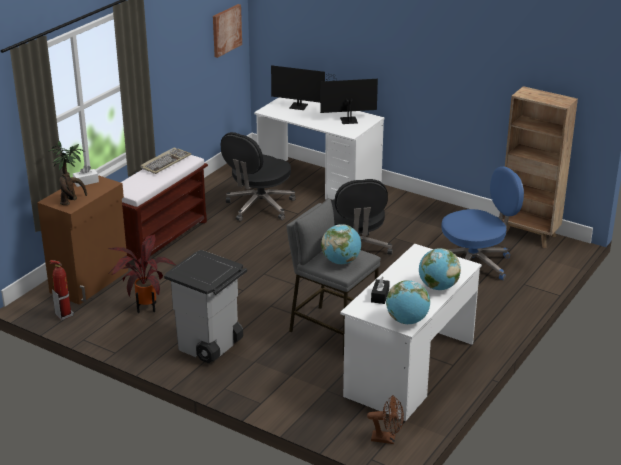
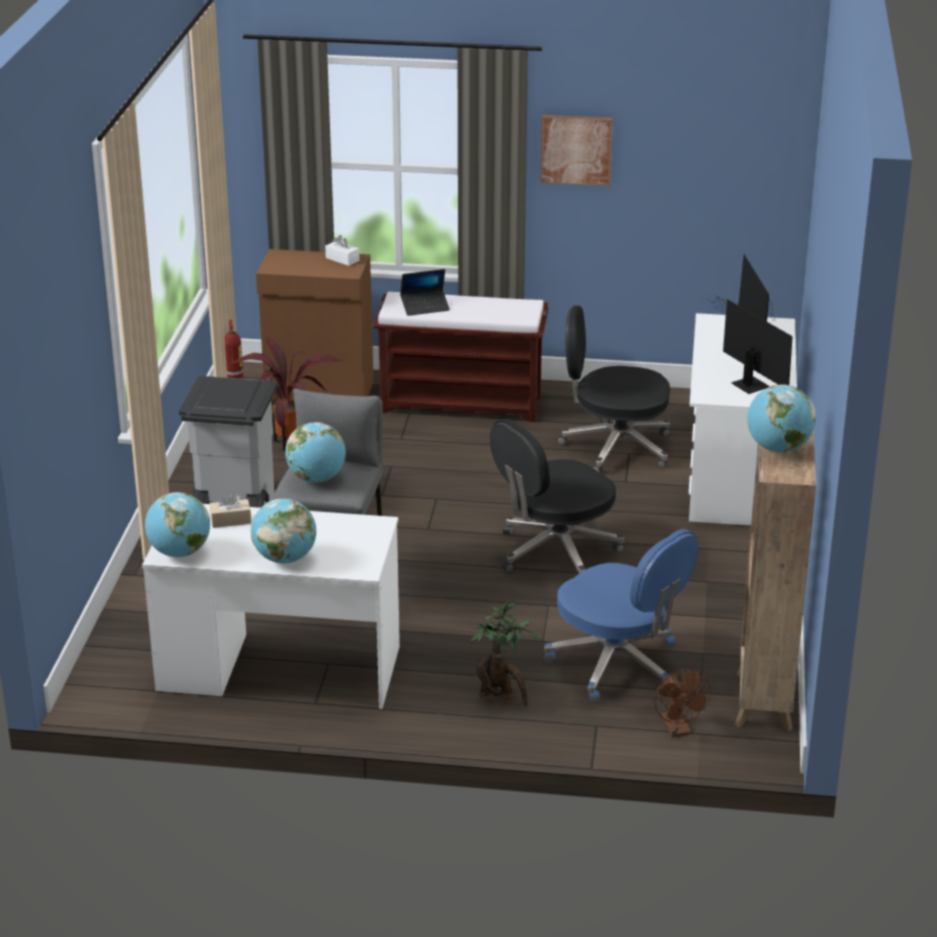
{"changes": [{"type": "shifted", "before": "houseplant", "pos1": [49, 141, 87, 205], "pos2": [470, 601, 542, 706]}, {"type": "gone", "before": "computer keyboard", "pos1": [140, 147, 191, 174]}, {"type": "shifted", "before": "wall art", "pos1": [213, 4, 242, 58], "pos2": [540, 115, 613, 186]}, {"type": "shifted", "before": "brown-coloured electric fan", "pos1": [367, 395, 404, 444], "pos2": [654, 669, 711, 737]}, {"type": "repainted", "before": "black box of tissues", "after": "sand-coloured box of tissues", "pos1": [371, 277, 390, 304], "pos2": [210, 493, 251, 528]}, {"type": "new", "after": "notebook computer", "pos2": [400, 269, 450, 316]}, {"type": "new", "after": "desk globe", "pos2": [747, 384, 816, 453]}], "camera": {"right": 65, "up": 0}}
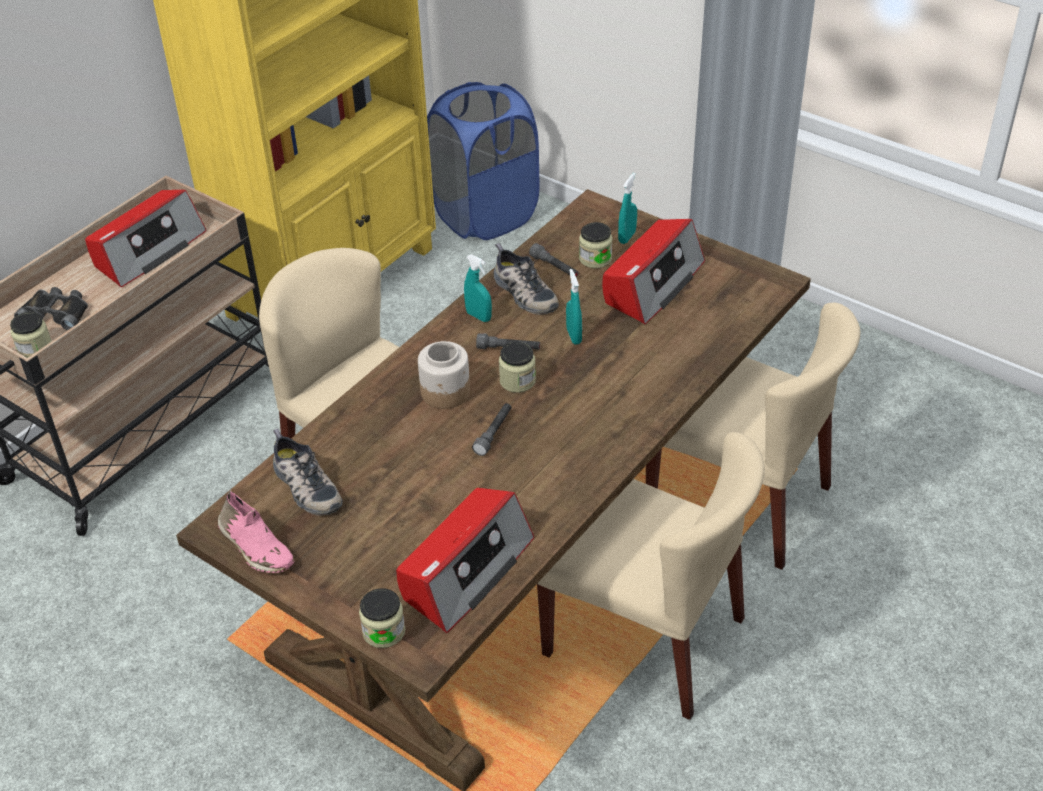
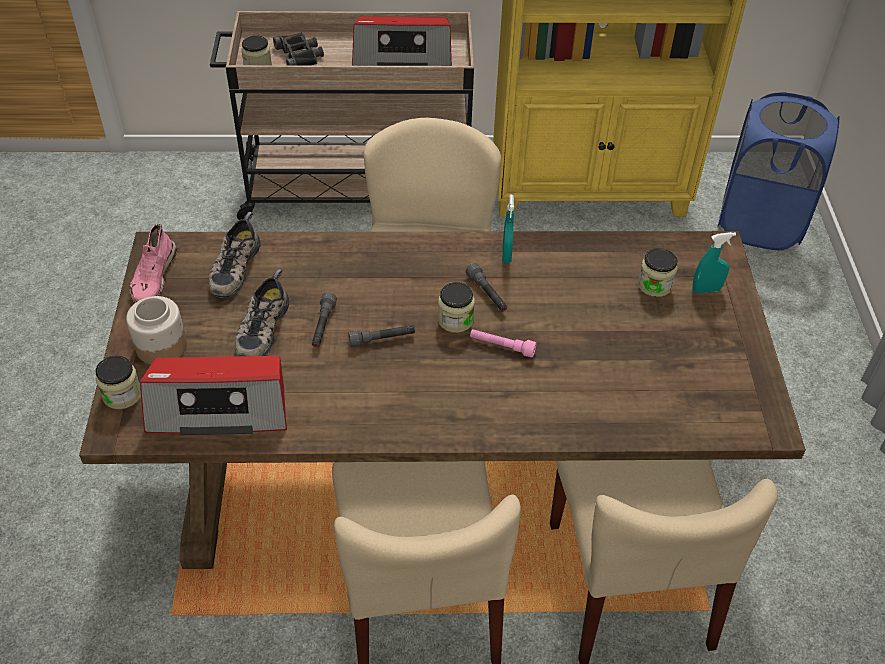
{"changes": [{"type": "shifted", "before": "preserve jar", "pos1": [418, 341, 470, 409], "pos2": [126, 296, 187, 365]}, {"type": "shifted", "before": "item of footwear", "pos1": [494, 243, 559, 315], "pos2": [235, 269, 290, 356]}, {"type": "shifted", "before": "gray torch", "pos1": [529, 243, 579, 277], "pos2": [312, 292, 337, 347]}, {"type": "gone", "before": "turquoise spray bottle", "pos1": [566, 269, 582, 345]}, {"type": "gone", "before": "radio receiver", "pos1": [602, 219, 705, 324]}, {"type": "new", "after": "pink torch", "pos2": [470, 329, 537, 358]}], "camera": {"right": 50, "up": 5}}
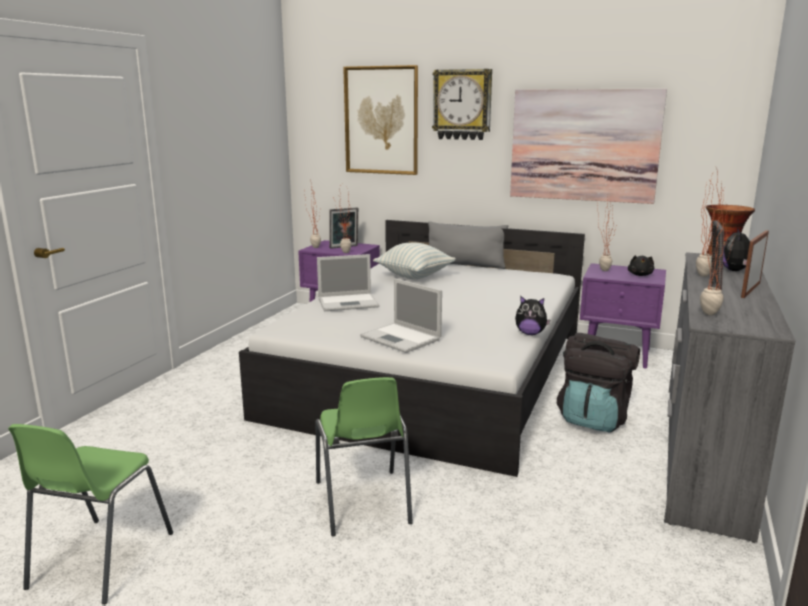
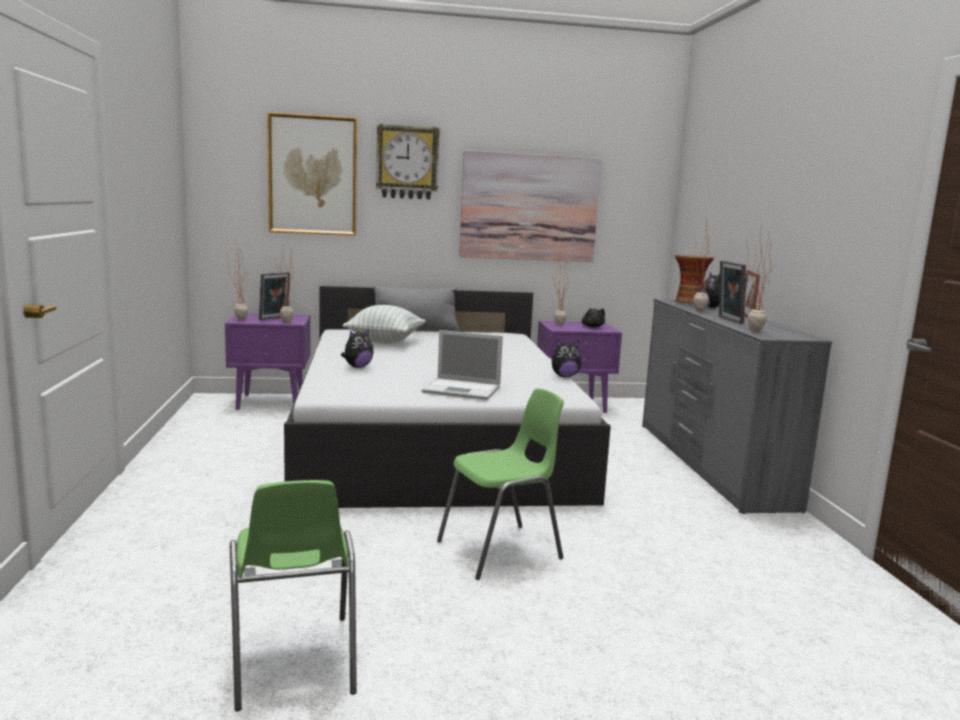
{"changes": [{"type": "rotated", "before": "green-coloured chair", "pos1": [315, 377, 413, 536], "pos2": [437, 388, 564, 580], "turn": -75}, {"type": "swapped", "before": "notebook computer", "after": "soft toy", "pos1": [317, 254, 379, 311], "pos2": [341, 329, 374, 368]}, {"type": "gone", "before": "black rucksack", "pos1": [557, 333, 640, 433]}], "camera": {"right": -30, "up": -5}}
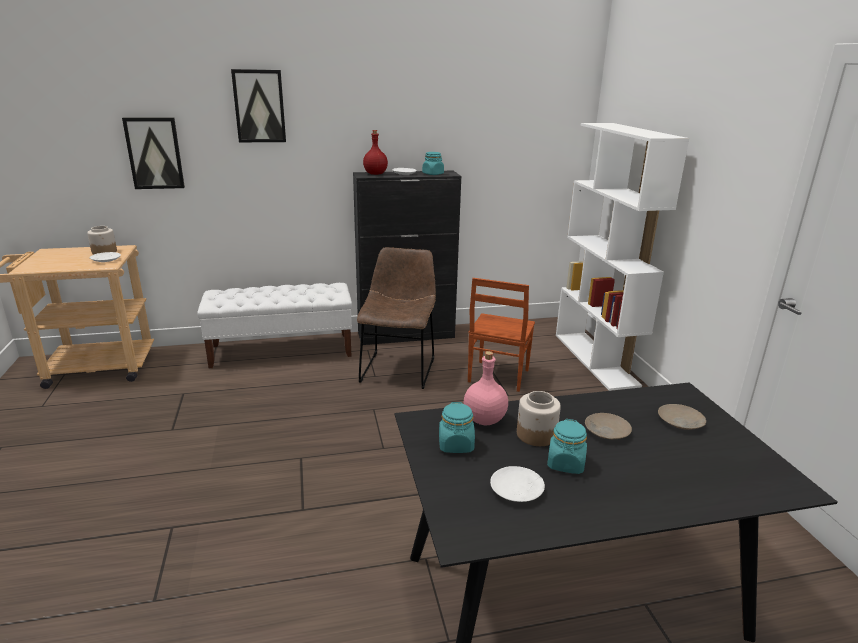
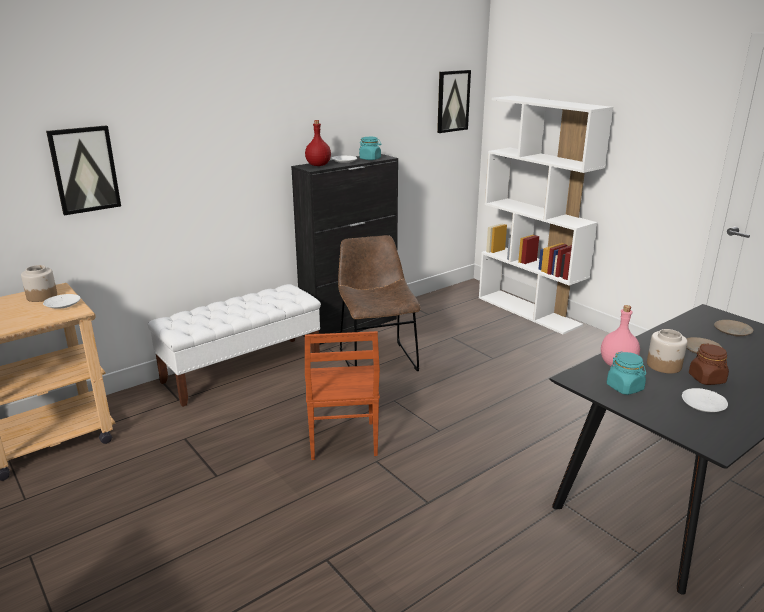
{"changes": [{"type": "shifted", "before": "wall art", "pos1": [231, 69, 286, 142], "pos2": [437, 70, 471, 133]}, {"type": "shifted", "before": "brown-coloured chair", "pos1": [468, 278, 535, 392], "pos2": [305, 331, 380, 460]}, {"type": "repainted", "before": "turquoise preserve jar", "after": "brown-coloured preserve jar", "pos1": [547, 419, 587, 474], "pos2": [689, 344, 729, 385]}], "camera": {"right": -25, "up": 0}}
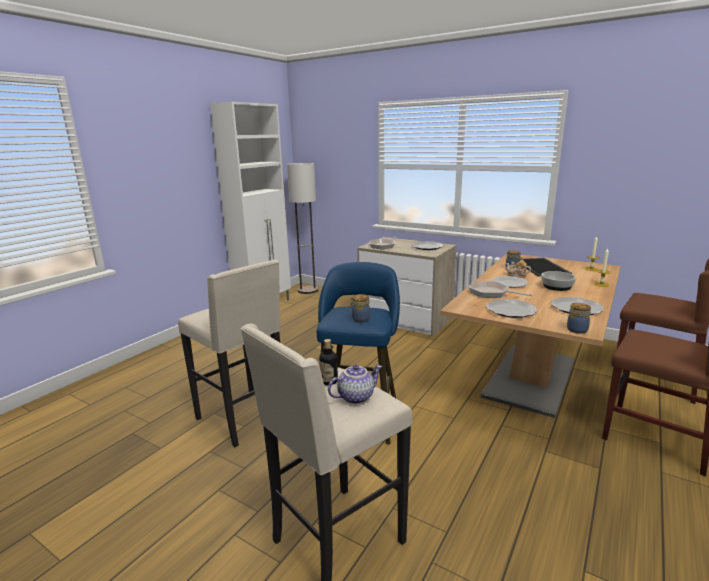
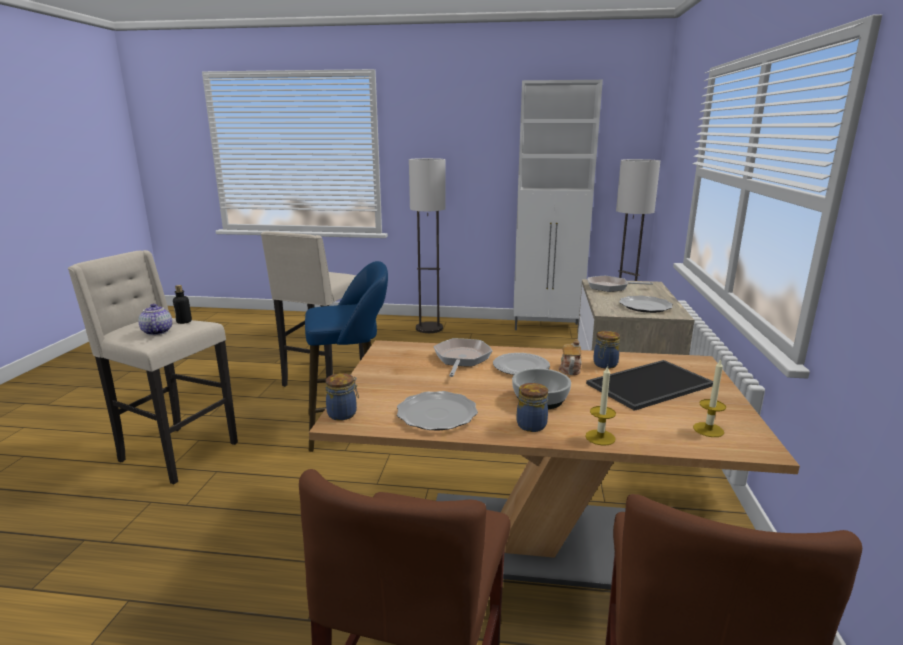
{"changes": [{"type": "rotated", "before": "pot for tea", "pos1": [328, 365, 382, 404], "pos2": [138, 304, 172, 335], "turn": -150}, {"type": "shifted", "before": "preserve jar", "pos1": [350, 294, 370, 322], "pos2": [517, 383, 548, 432]}, {"type": "gone", "before": "dinner plate", "pos1": [486, 299, 538, 318]}, {"type": "new", "after": "standard lamp", "pos2": [409, 158, 446, 333]}], "camera": {"right": 65, "up": 0}}
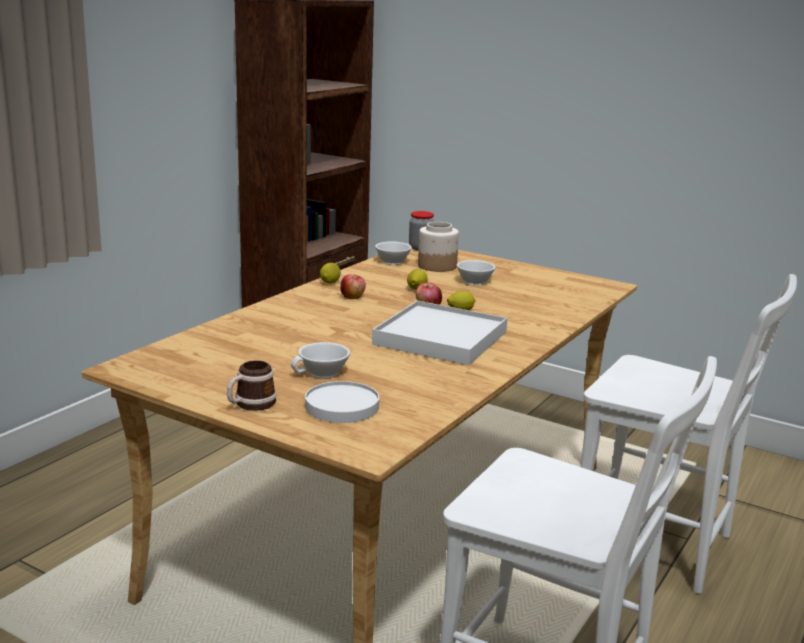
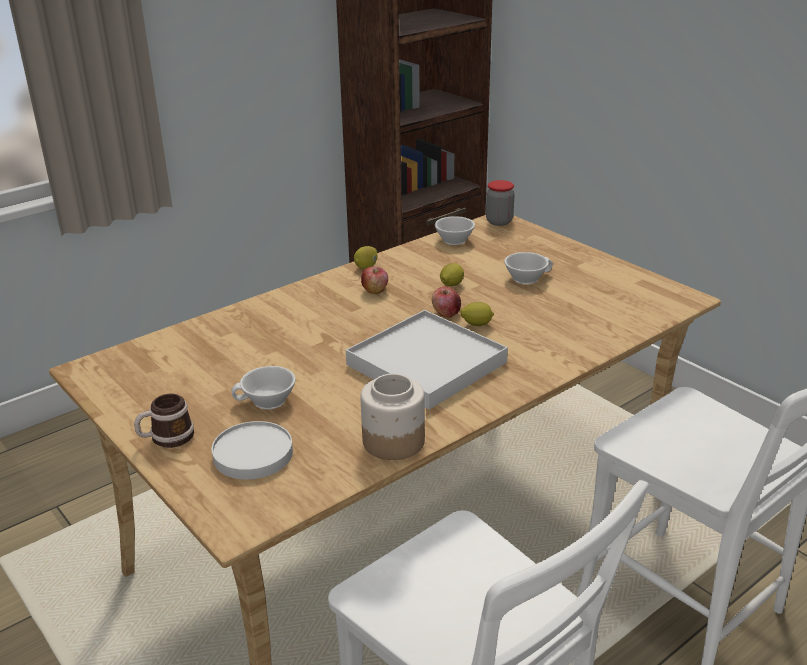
{"changes": [{"type": "shifted", "before": "preserve jar", "pos1": [418, 222, 459, 272], "pos2": [361, 374, 425, 460]}], "camera": {"right": 20, "up": 10}}
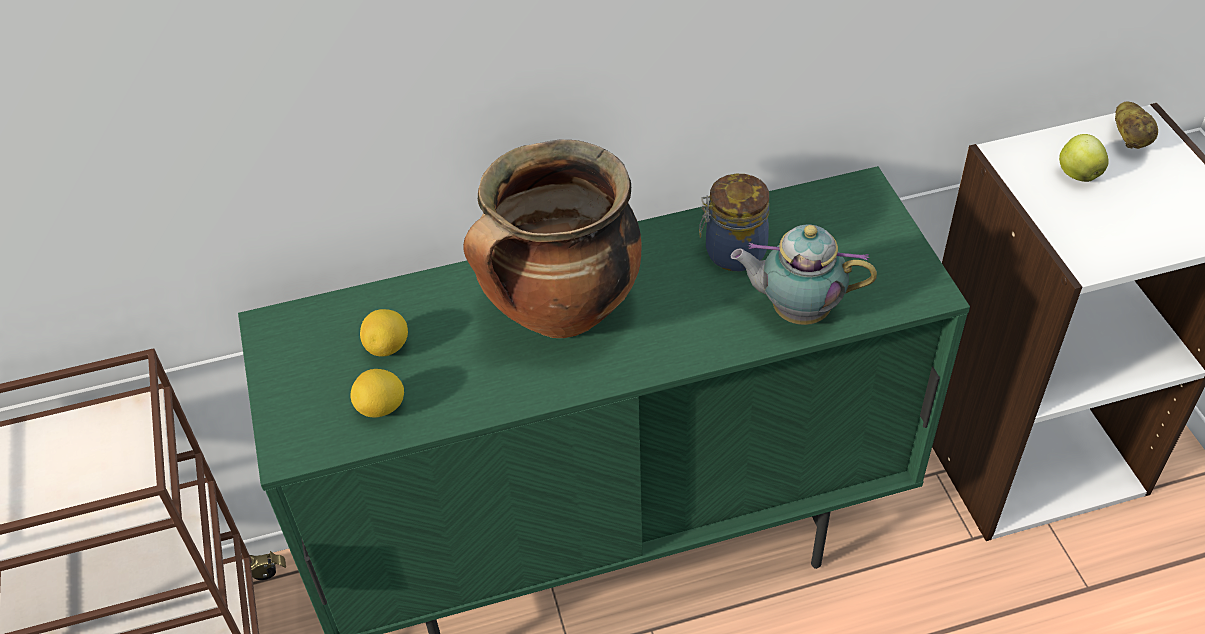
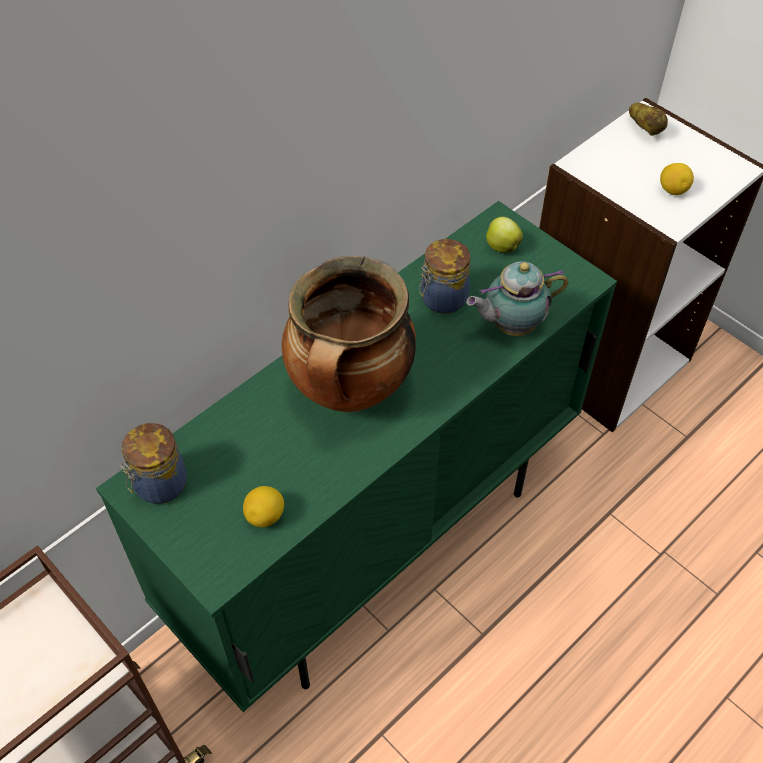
{"changes": [{"type": "shifted", "before": "whole lemon", "pos1": [360, 309, 408, 356], "pos2": [660, 163, 694, 195]}, {"type": "shifted", "before": "apple", "pos1": [1059, 134, 1109, 182], "pos2": [486, 217, 523, 253]}, {"type": "new", "after": "preserve jar", "pos2": [120, 423, 187, 504]}], "camera": {"right": -30, "up": 5}}
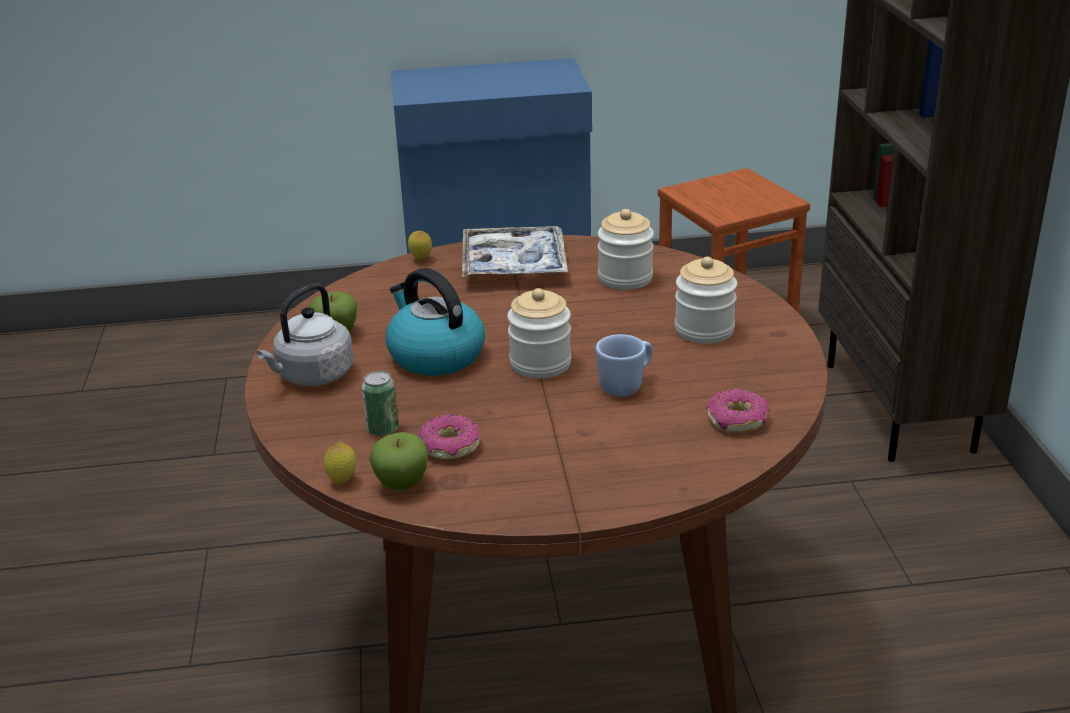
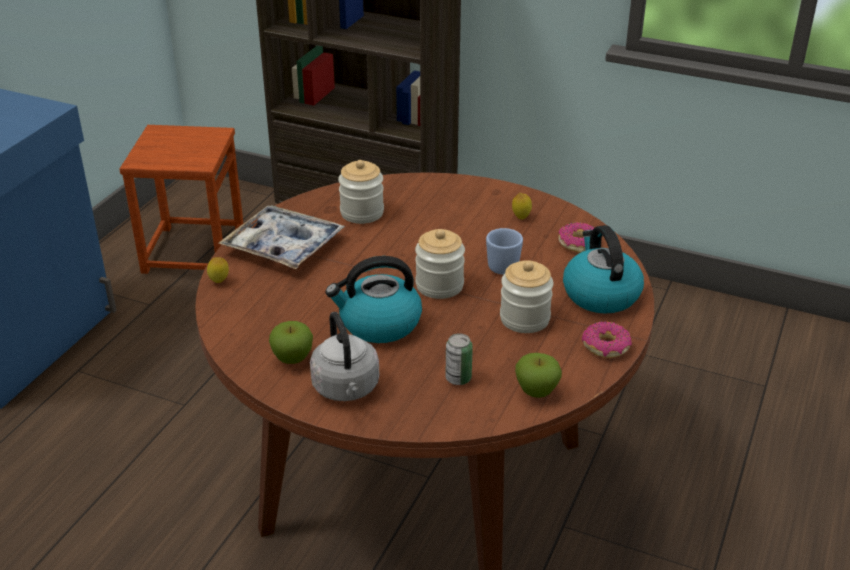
{"changes": [{"type": "shifted", "before": "whole lemon", "pos1": [324, 442, 356, 484], "pos2": [512, 193, 532, 220]}, {"type": "shifted", "before": "donut", "pos1": [418, 414, 480, 460], "pos2": [582, 321, 632, 358]}, {"type": "shifted", "before": "preserve jar", "pos1": [675, 257, 737, 344], "pos2": [500, 260, 553, 333]}, {"type": "new", "after": "kettle", "pos2": [563, 225, 644, 314]}], "camera": {"right": -60, "up": 5}}
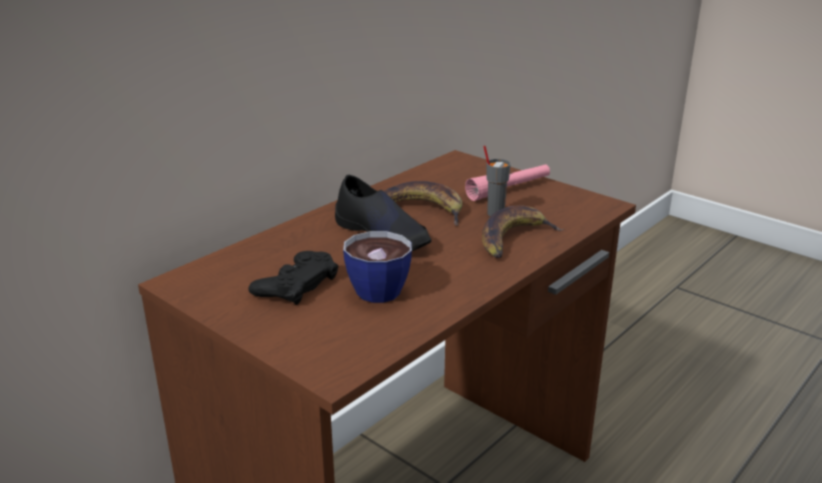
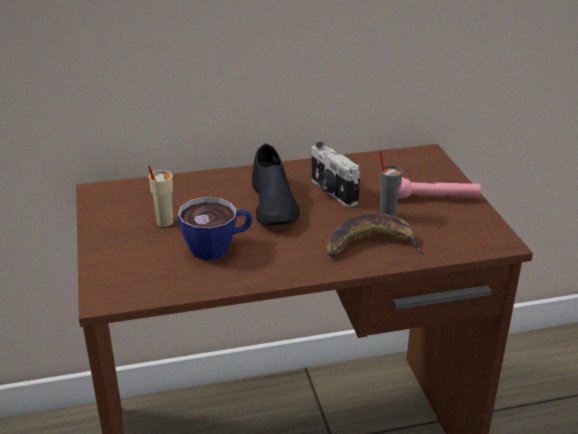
{"changes": [{"type": "swapped", "before": "black joypad", "after": "sand-coloured drinking cup", "pos1": [248, 251, 339, 305], "pos2": [148, 166, 173, 227]}, {"type": "swapped", "before": "banana fruit", "after": "photo camera", "pos1": [384, 181, 463, 226], "pos2": [311, 142, 360, 207]}], "camera": {"right": 35, "up": 5}}
